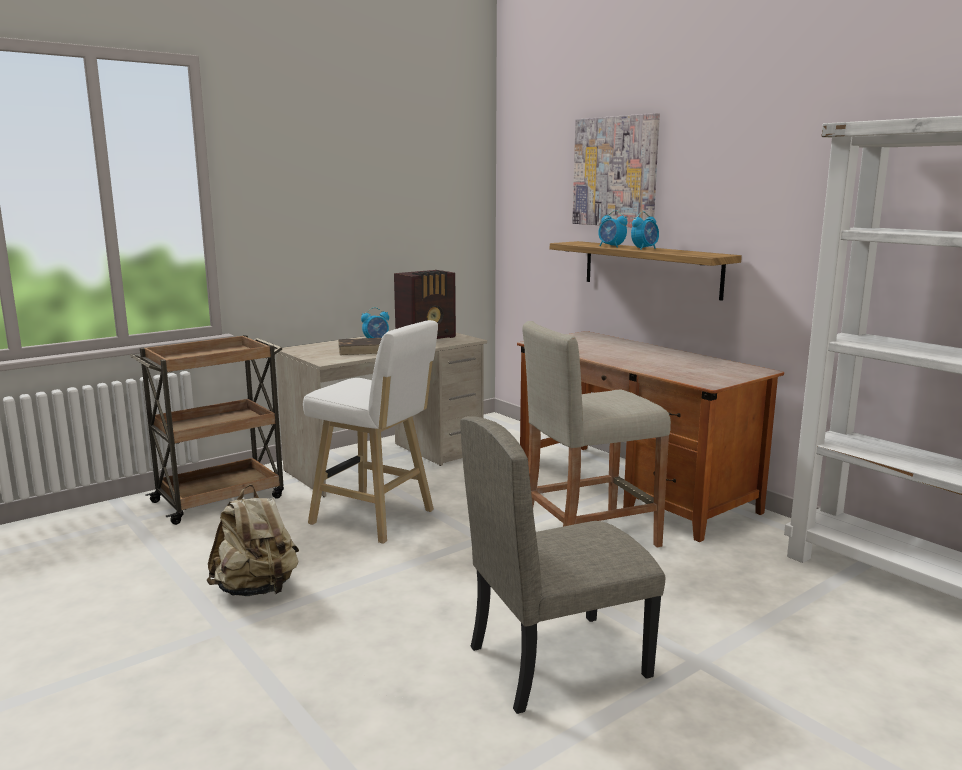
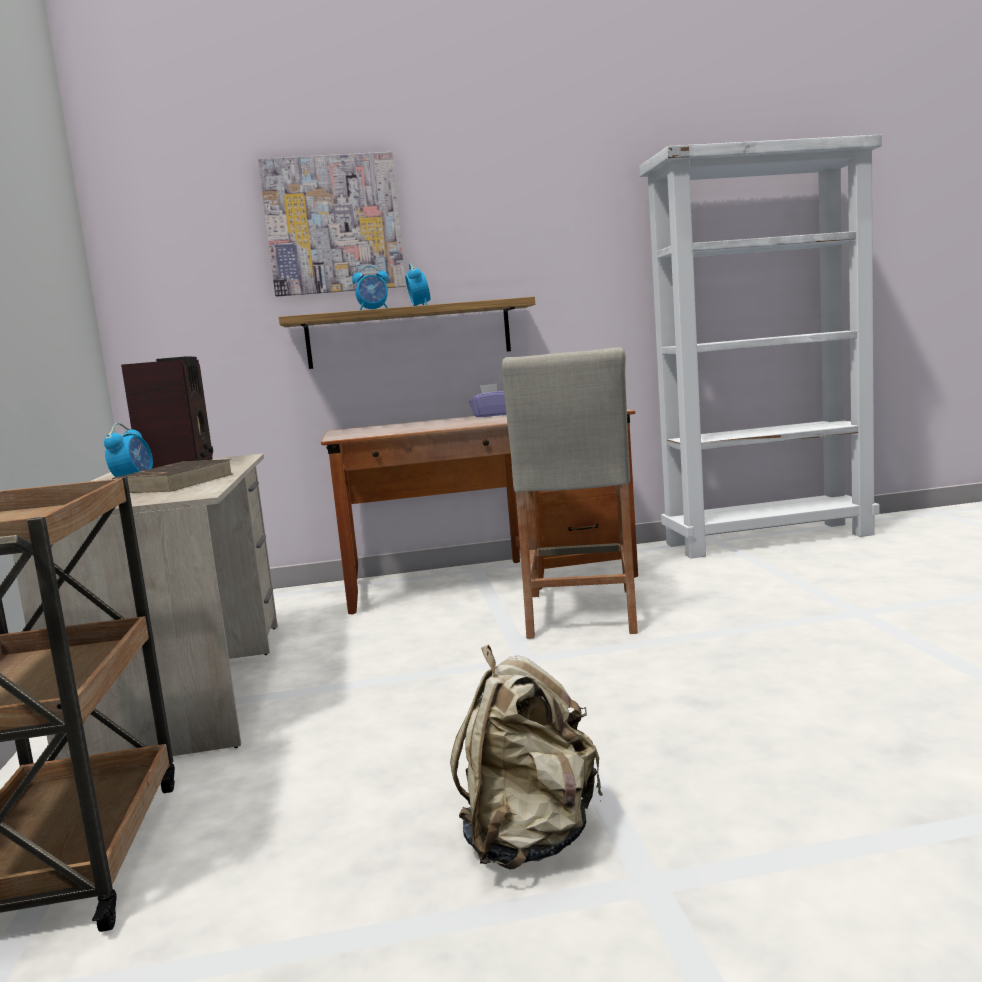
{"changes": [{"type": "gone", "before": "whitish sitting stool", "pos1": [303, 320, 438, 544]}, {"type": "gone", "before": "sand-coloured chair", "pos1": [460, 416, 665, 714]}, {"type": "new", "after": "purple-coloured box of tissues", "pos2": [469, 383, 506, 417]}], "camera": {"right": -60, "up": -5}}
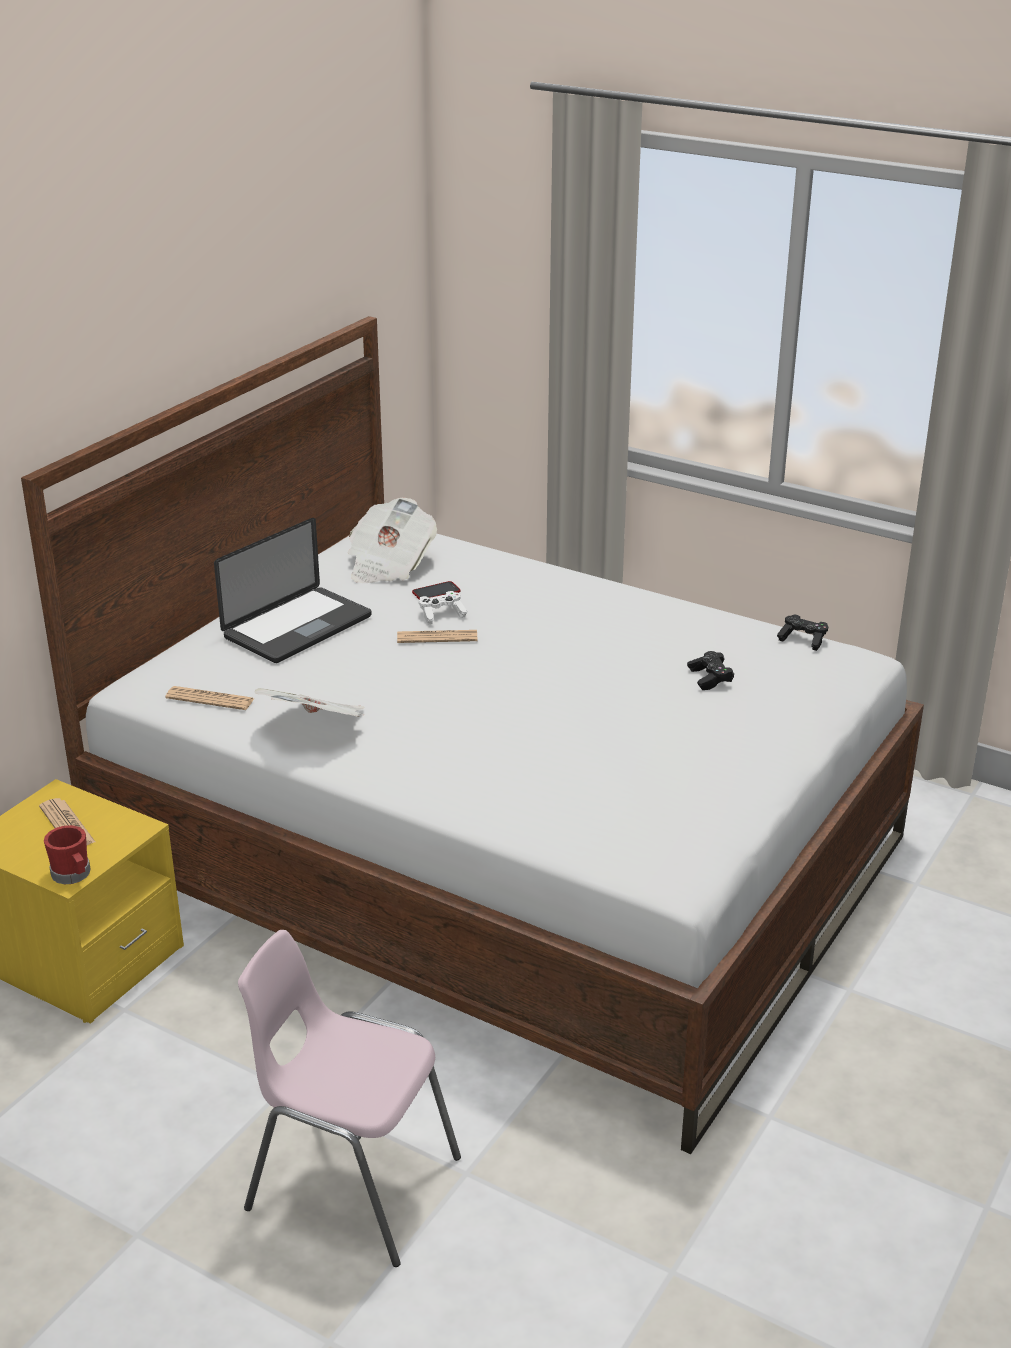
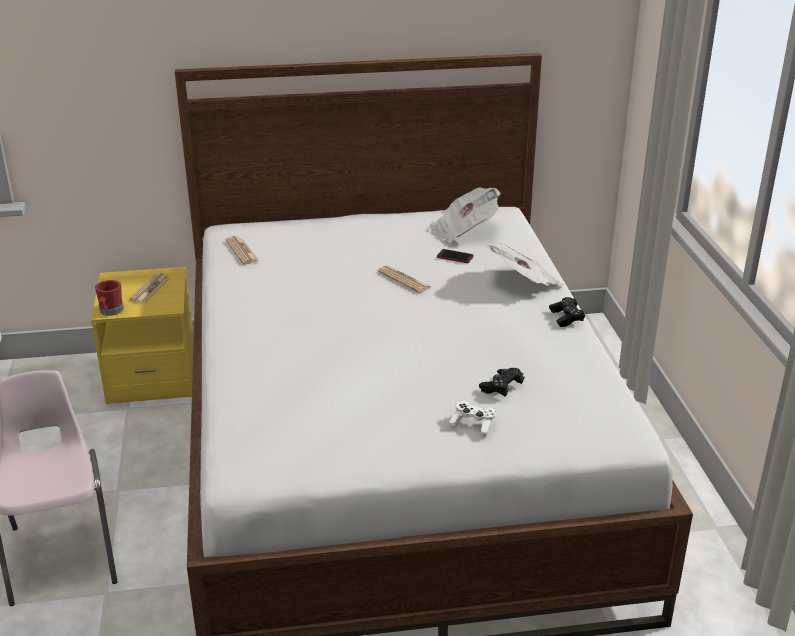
{"changes": [{"type": "gone", "before": "notebook computer", "pos1": [214, 518, 372, 663]}, {"type": "shifted", "before": "newspaper", "pos1": [254, 688, 364, 717], "pos2": [486, 242, 564, 286]}, {"type": "shifted", "before": "whitish joypad", "pos1": [419, 591, 468, 624], "pos2": [449, 401, 496, 437]}, {"type": "shifted", "before": "black joypad", "pos1": [777, 615, 828, 651], "pos2": [549, 297, 585, 327]}], "camera": {"right": 50, "up": 0}}
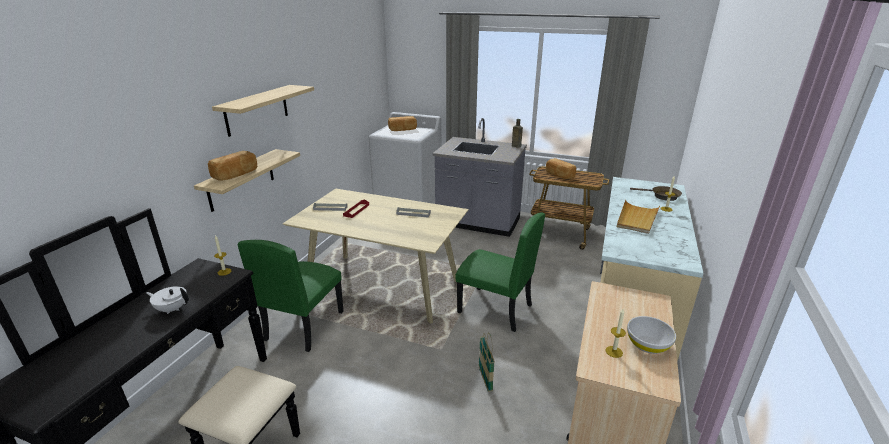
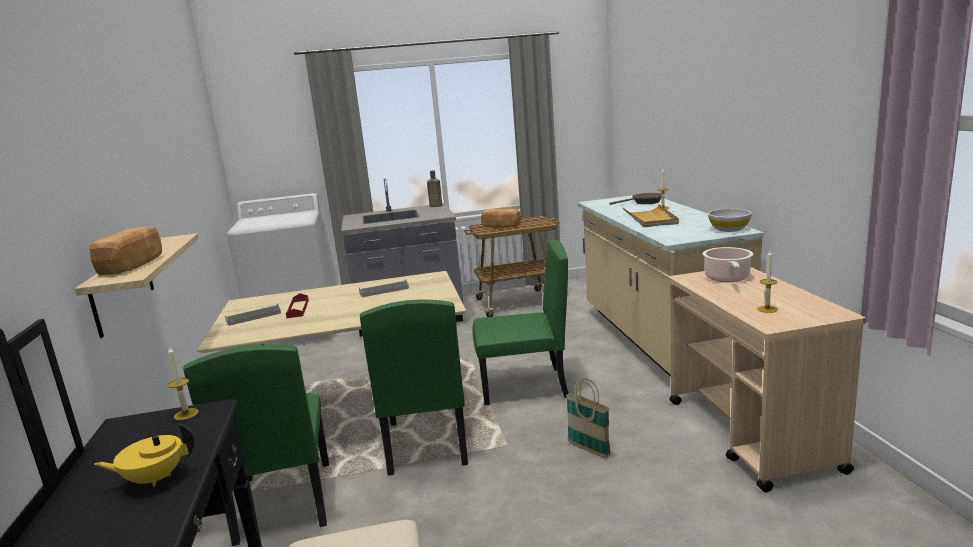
{"changes": [{"type": "repainted", "before": "whitish pot for tea", "after": "yellow-coloured pot for tea", "pos1": [146, 286, 189, 314], "pos2": [94, 424, 194, 487]}, {"type": "gone", "before": "bracket shelf", "pos1": [212, 85, 314, 137]}, {"type": "gone", "before": "bread", "pos1": [388, 116, 417, 131]}, {"type": "shifted", "before": "whitish serving bowl", "pos1": [627, 316, 676, 354], "pos2": [708, 209, 752, 232]}, {"type": "new", "after": "green-coloured chair", "pos2": [360, 300, 468, 476]}, {"type": "new", "after": "stockpot", "pos2": [703, 247, 753, 282]}], "camera": {"right": -30, "up": -10}}
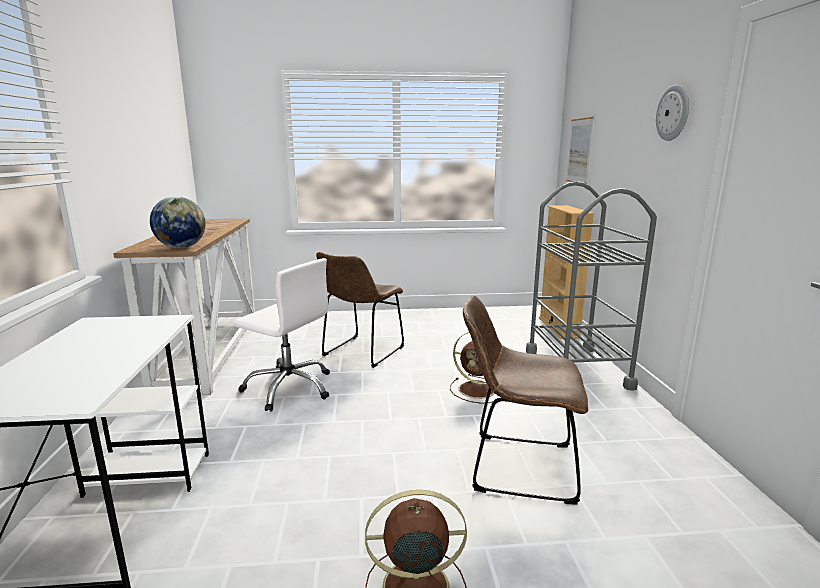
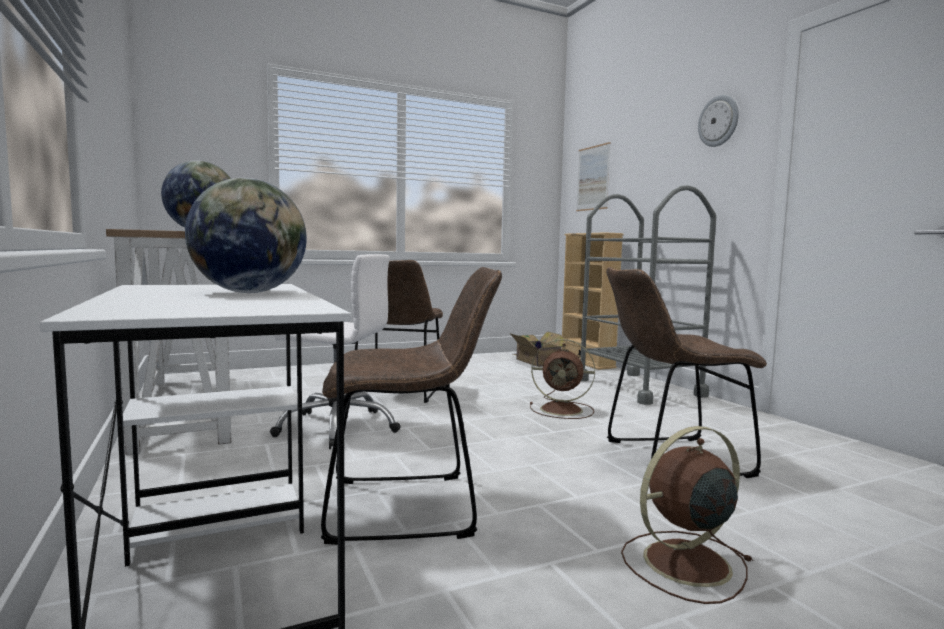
{"changes": [{"type": "new", "after": "desk globe", "pos2": [185, 178, 307, 293]}, {"type": "new", "after": "brown-coloured chair", "pos2": [321, 267, 502, 545]}, {"type": "new", "after": "cardboard box", "pos2": [510, 331, 567, 367]}], "camera": {"right": -20, "up": -10}}
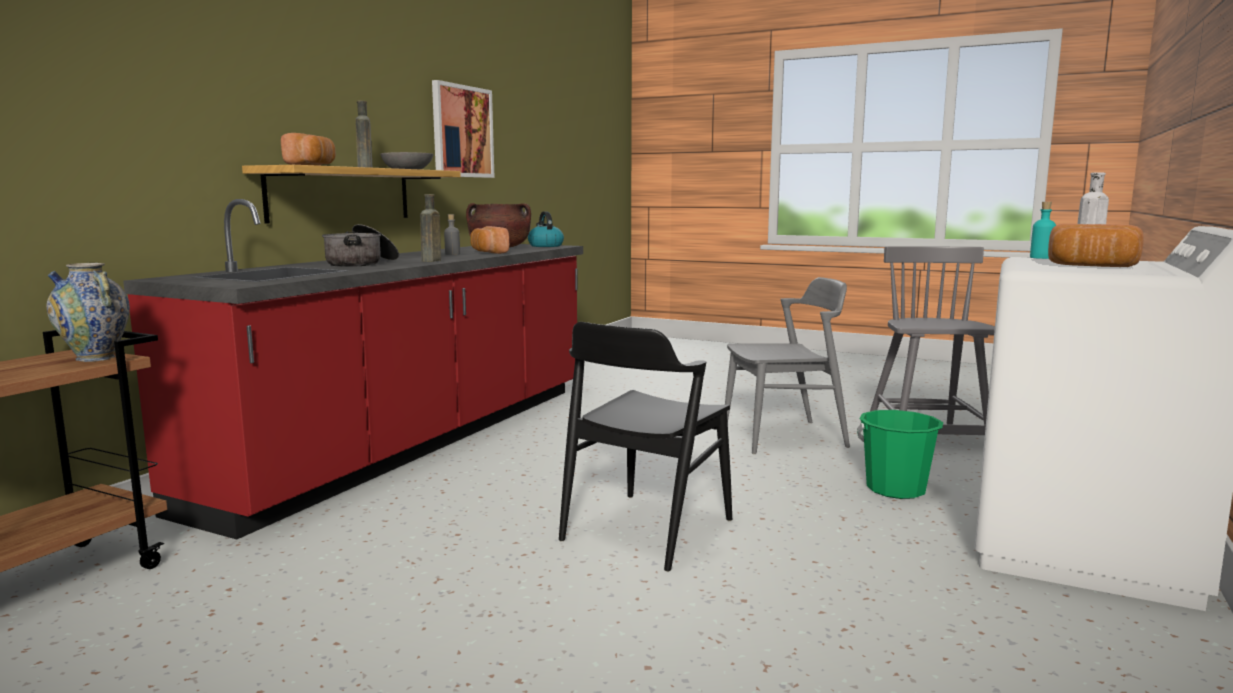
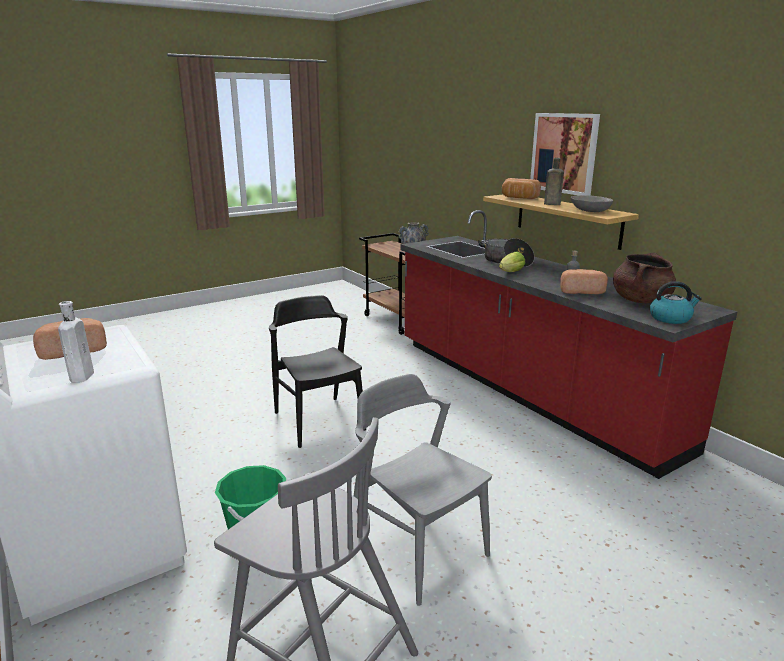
{"changes": [{"type": "swapped", "before": "brown-coloured drink bottle", "after": "head of lettuce", "pos1": [420, 194, 441, 262], "pos2": [499, 251, 525, 272]}, {"type": "shifted", "before": "wall art", "pos1": [432, 80, 495, 178], "pos2": [530, 113, 600, 196]}, {"type": "rotated", "before": "gray chair", "pos1": [725, 277, 850, 454], "pos2": [354, 374, 492, 606], "turn": 120}, {"type": "gone", "before": "turquoise drink bottle", "pos1": [1030, 202, 1056, 259]}], "camera": {"right": 120, "up": 10}}
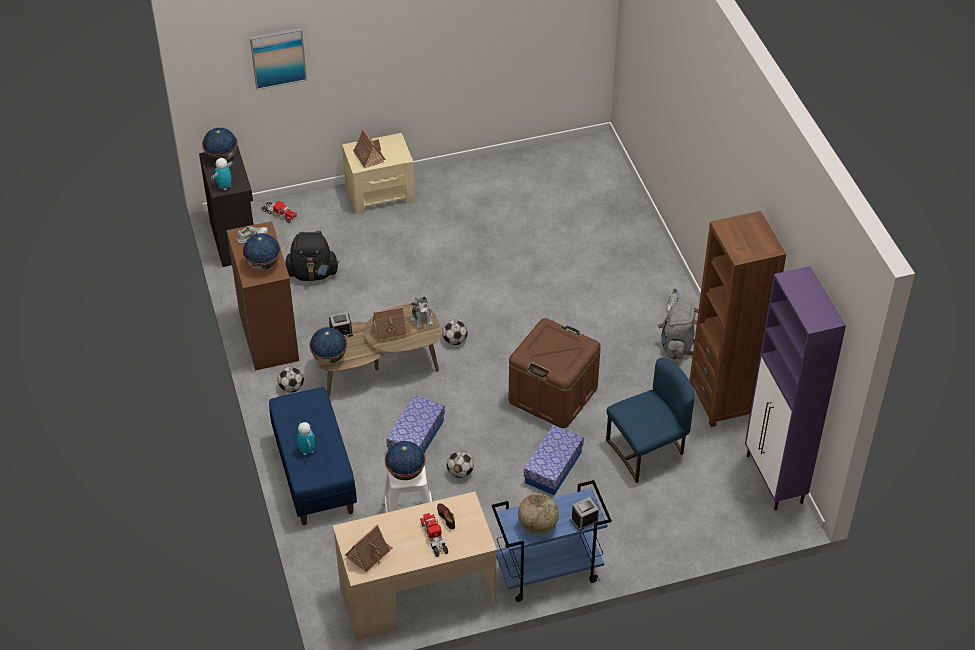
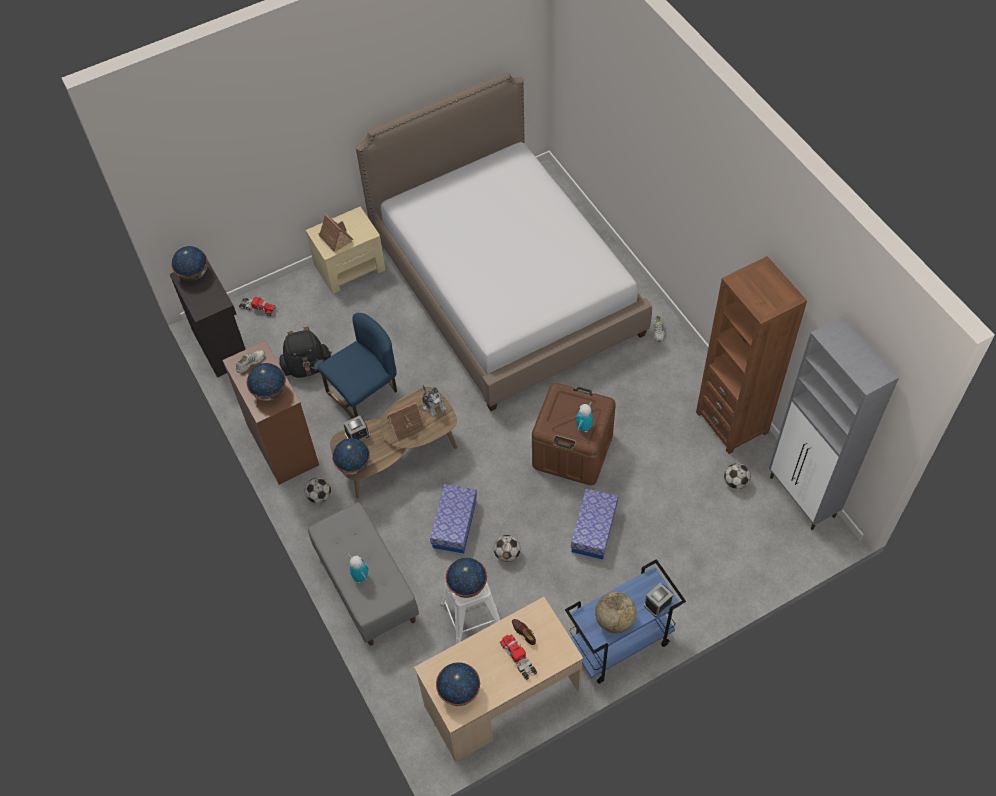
{"changes": [{"type": "shifted", "before": "robot figure", "pos1": [211, 158, 234, 190], "pos2": [575, 403, 593, 432]}, {"type": "gone", "before": "wall art", "pos1": [250, 28, 307, 90]}, {"type": "repainted", "before": "blue bench", "after": "gray bench", "pos1": [269, 387, 357, 525], "pos2": [308, 502, 419, 646]}, {"type": "swapped", "before": "model house", "after": "desk globe", "pos1": [345, 525, 392, 572], "pos2": [436, 662, 480, 706]}, {"type": "shifted", "before": "football", "pos1": [442, 320, 468, 345], "pos2": [724, 463, 751, 489]}, {"type": "shifted", "before": "blue chair", "pos1": [606, 358, 695, 483], "pos2": [318, 313, 397, 419]}, {"type": "gone", "before": "gray rucksack", "pos1": [658, 301, 699, 359]}, {"type": "repainted", "before": "purple-coloured storage cabinet", "after": "gray storage cabinet", "pos1": [745, 266, 846, 510], "pos2": [769, 316, 899, 530]}, {"type": "new", "after": "bedroom bed", "pos2": [356, 72, 652, 411]}], "camera": {"right": -10, "up": 10}}
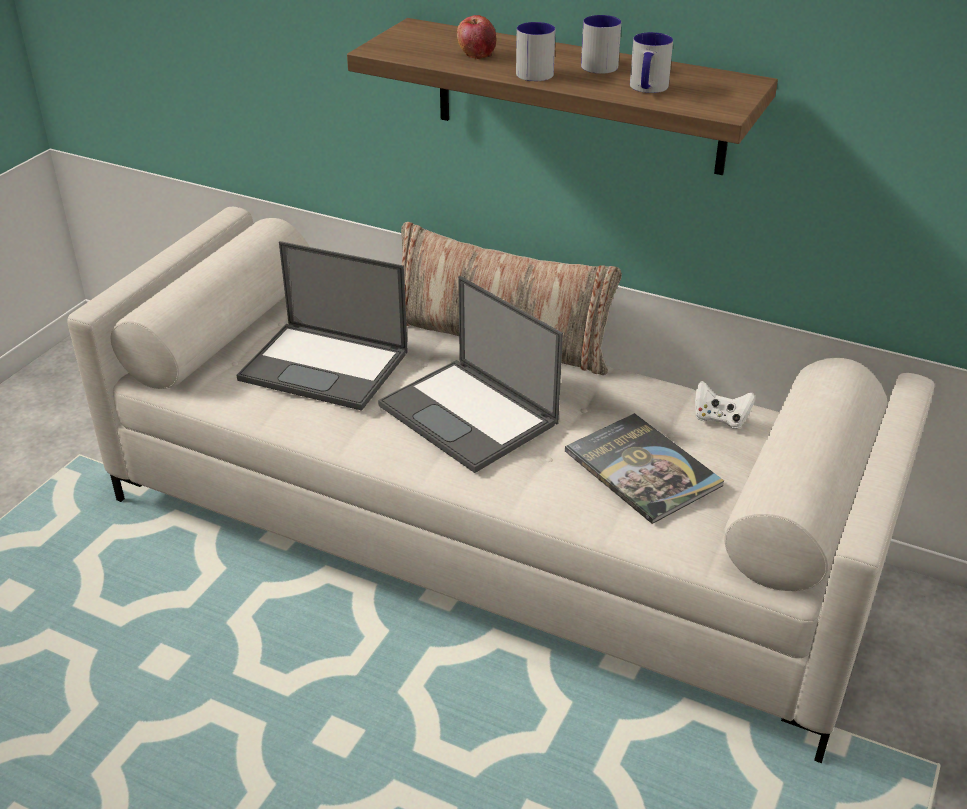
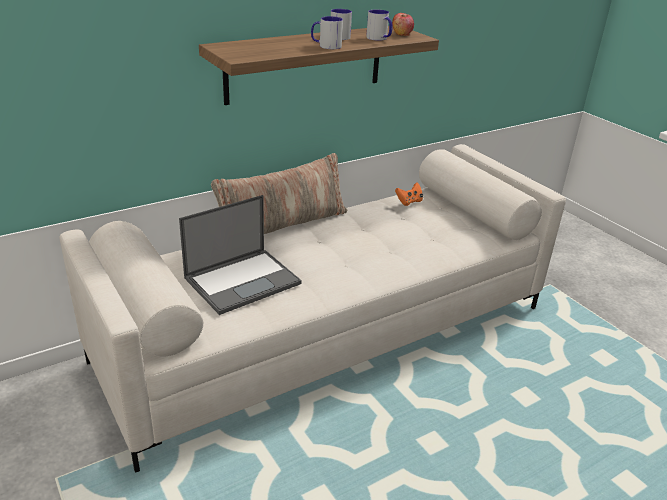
{"changes": [{"type": "gone", "before": "notebook computer", "pos1": [378, 276, 563, 473]}, {"type": "shifted", "before": "apple", "pos1": [457, 15, 496, 59], "pos2": [392, 13, 414, 36]}, {"type": "gone", "before": "book", "pos1": [565, 413, 724, 524]}, {"type": "repainted", "before": "whitish joypad", "after": "orange joypad", "pos1": [695, 381, 755, 429], "pos2": [395, 182, 423, 206]}], "camera": {"right": -60, "up": -5}}
